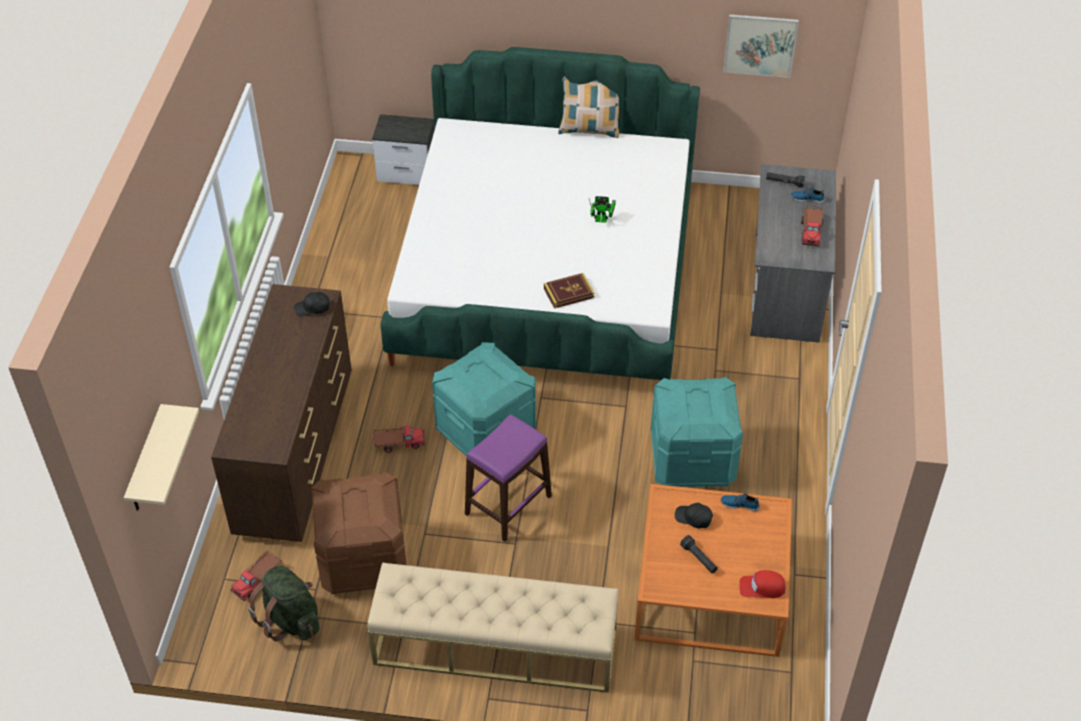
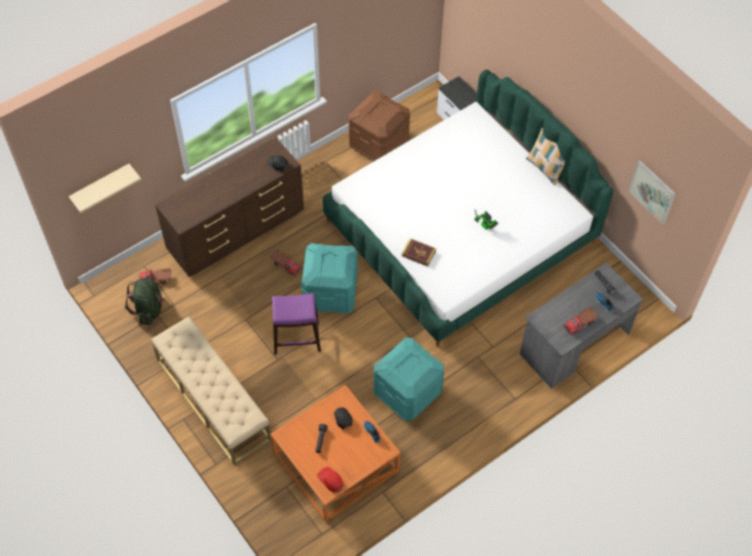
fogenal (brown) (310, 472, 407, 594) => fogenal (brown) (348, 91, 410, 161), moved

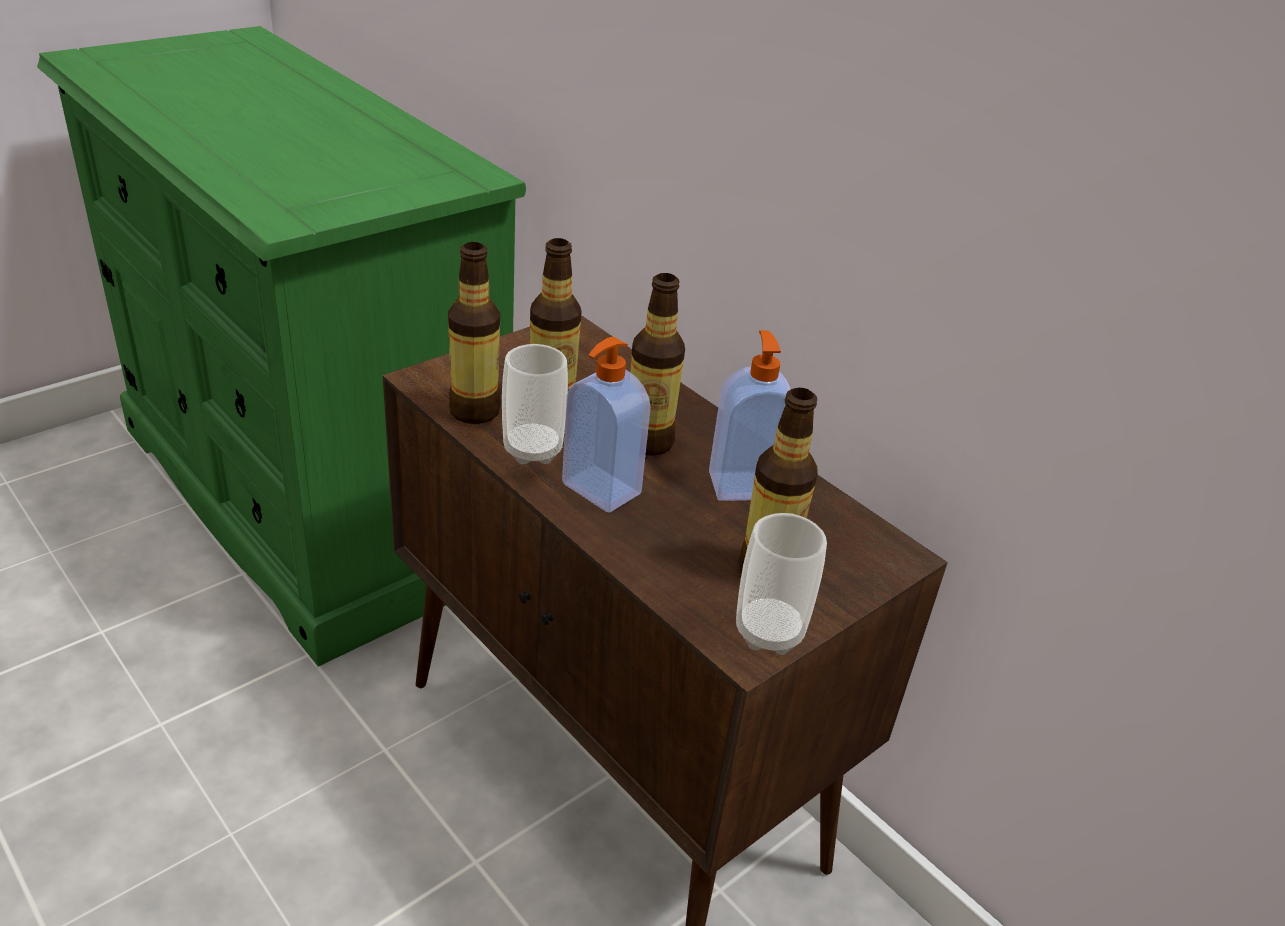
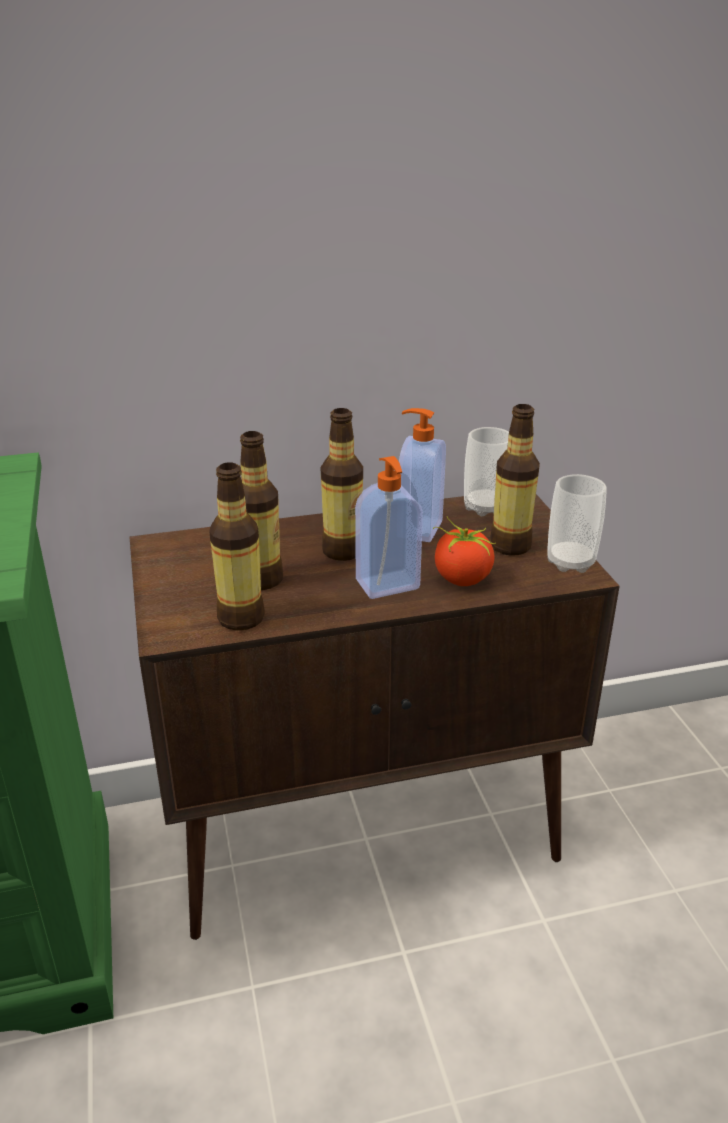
nothing => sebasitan (433, 516, 496, 586)
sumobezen (502, 344, 568, 464) => sumobezen (464, 427, 509, 516), moved

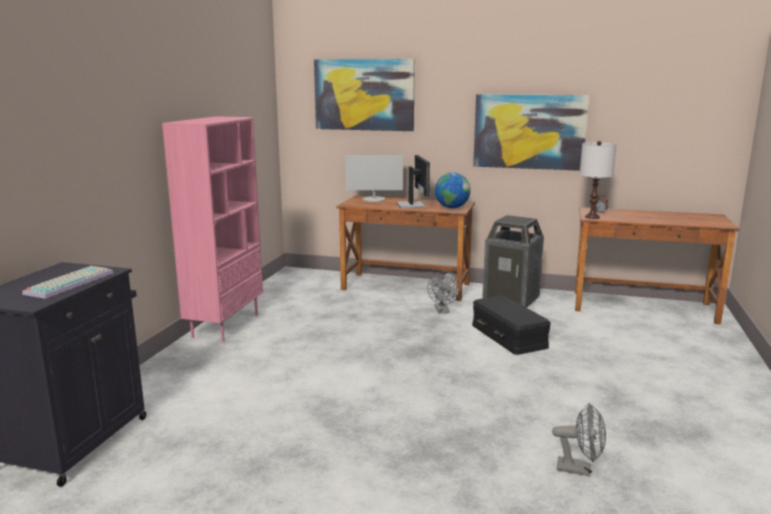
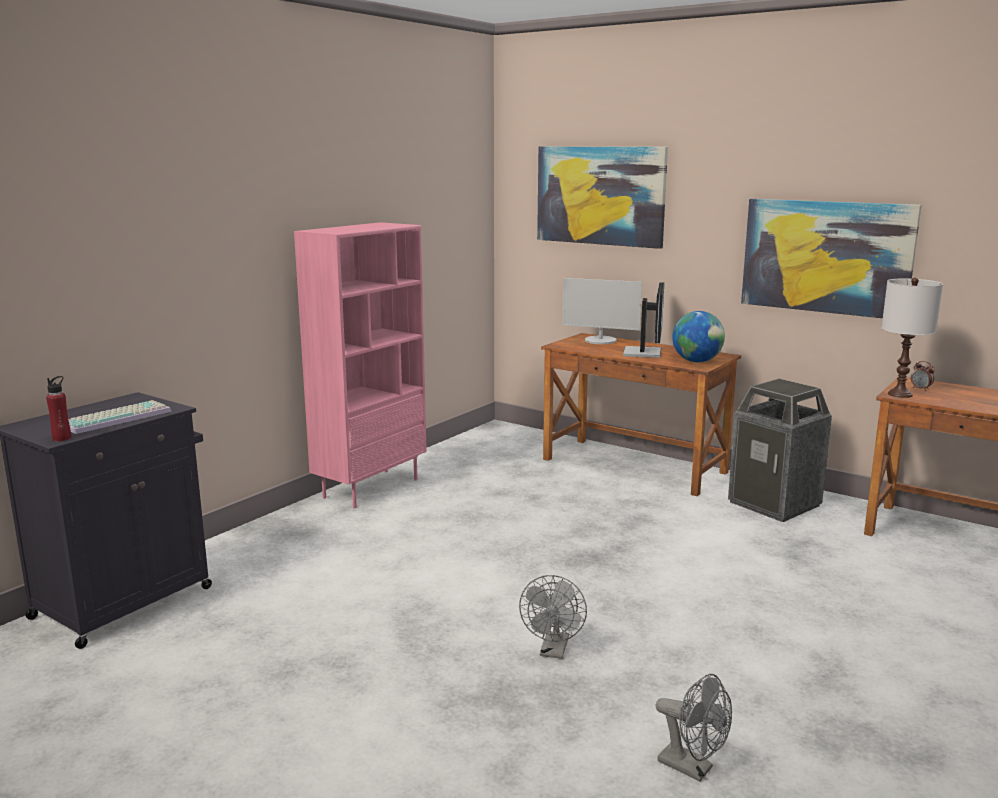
nothing => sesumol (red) (46, 376, 71, 442)
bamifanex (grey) (427, 271, 461, 313) => bamifanex (grey) (519, 575, 587, 659), moved
fogenal (black) (472, 296, 551, 355) => nothing

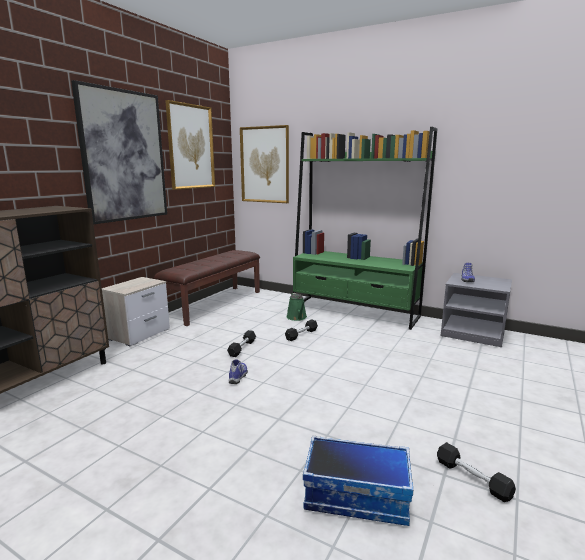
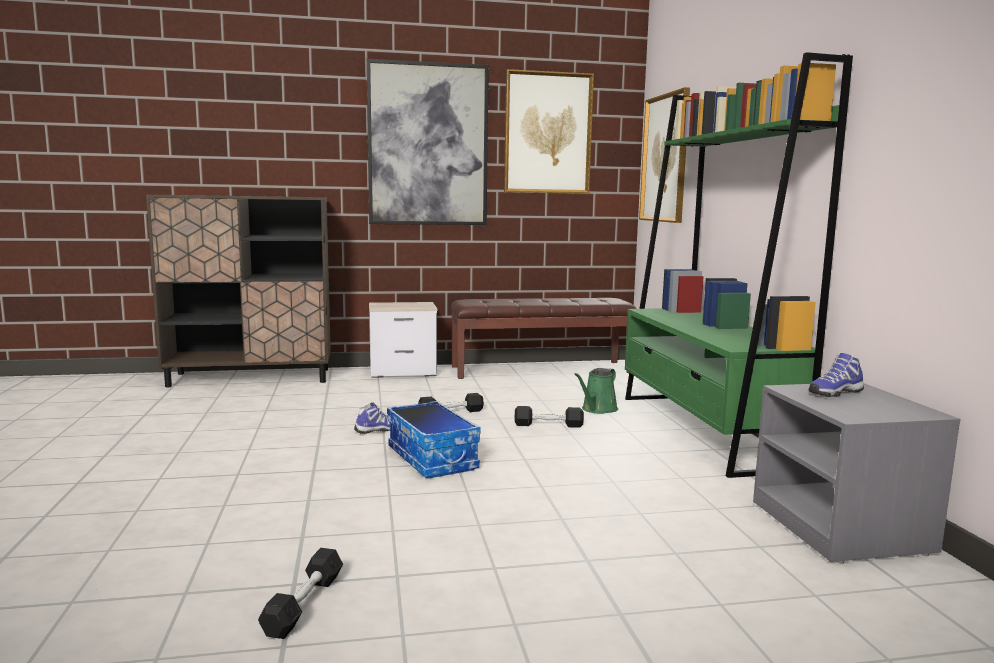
fogenal (303, 435, 413, 526) => fogenal (387, 401, 481, 479), moved

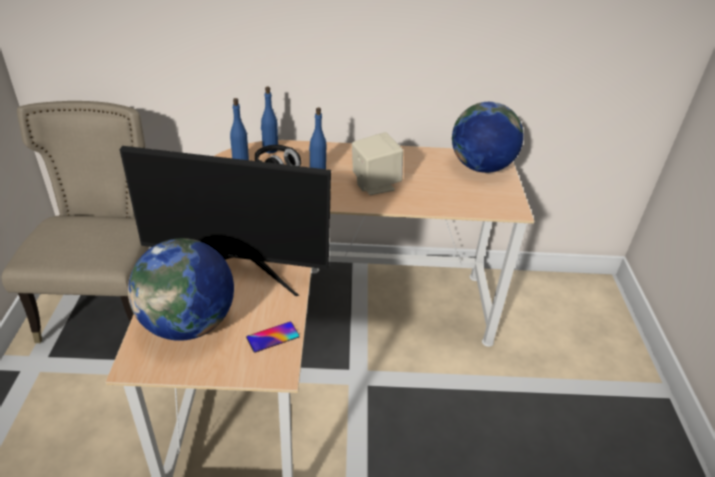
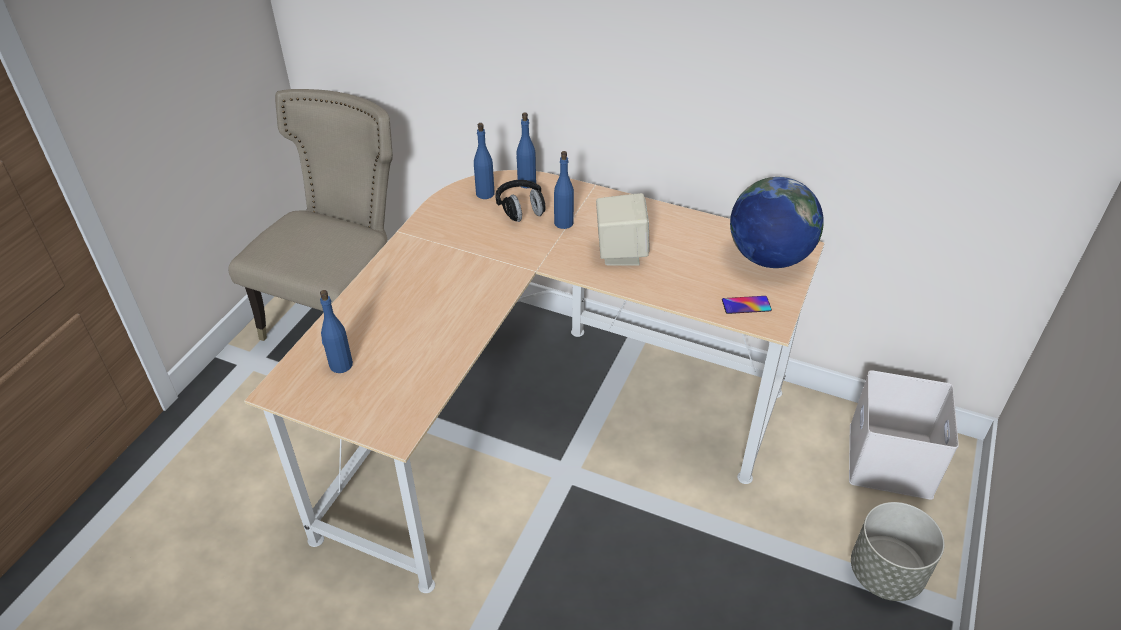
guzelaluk (128, 238, 234, 341) => sesumol (blue) (320, 290, 353, 373)
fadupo (246, 322, 299, 353) => fadupo (722, 296, 772, 314), moved
nothing => fogenal (white) (849, 370, 959, 500)
nothing => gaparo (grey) (851, 502, 945, 601)
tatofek (120, 146, 331, 296) => nothing

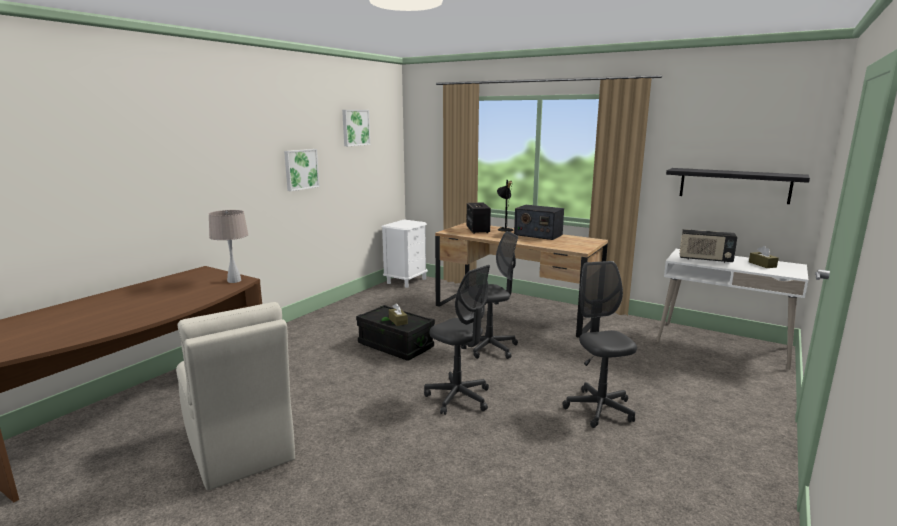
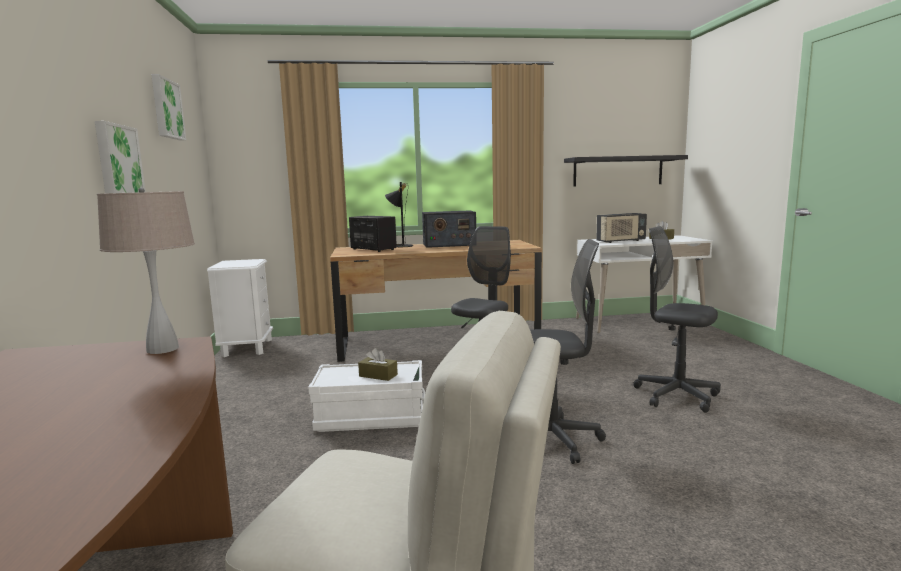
fogenal (black) (356, 305, 435, 360) => fogenal (white) (308, 360, 425, 432)

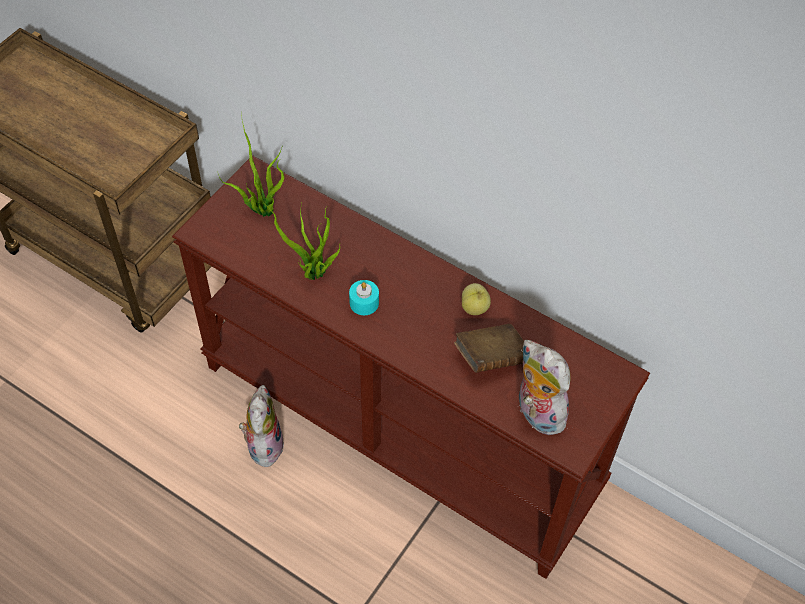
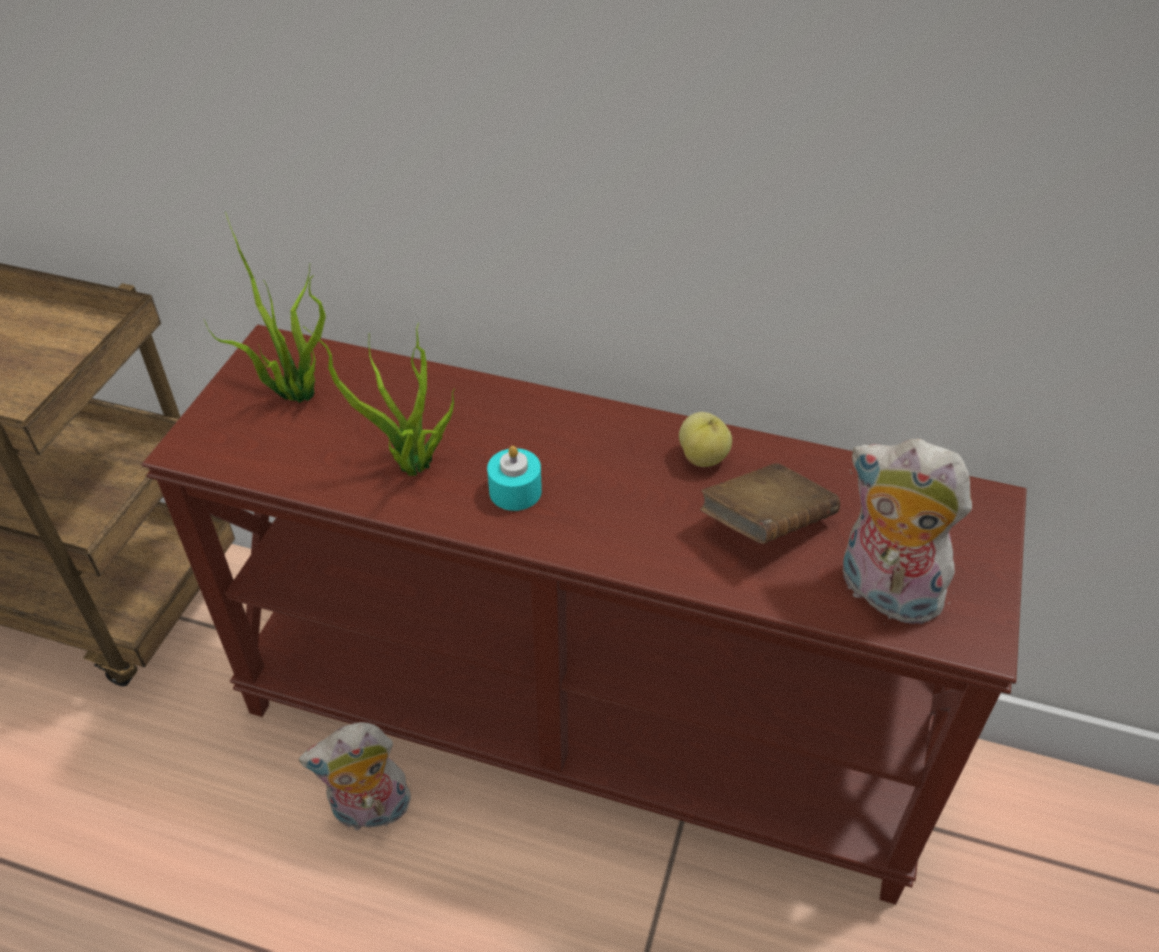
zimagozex (239, 385, 284, 467) => zimagozex (299, 722, 413, 832), 90 degrees counterclockwise

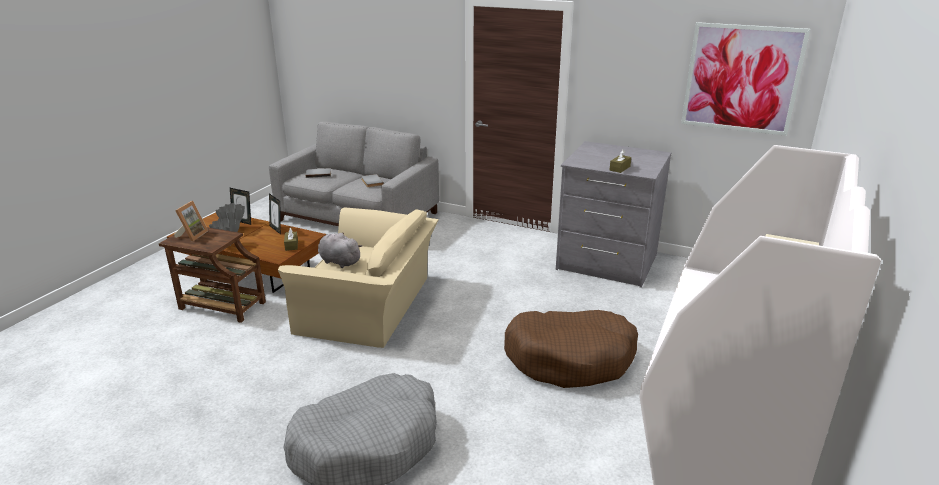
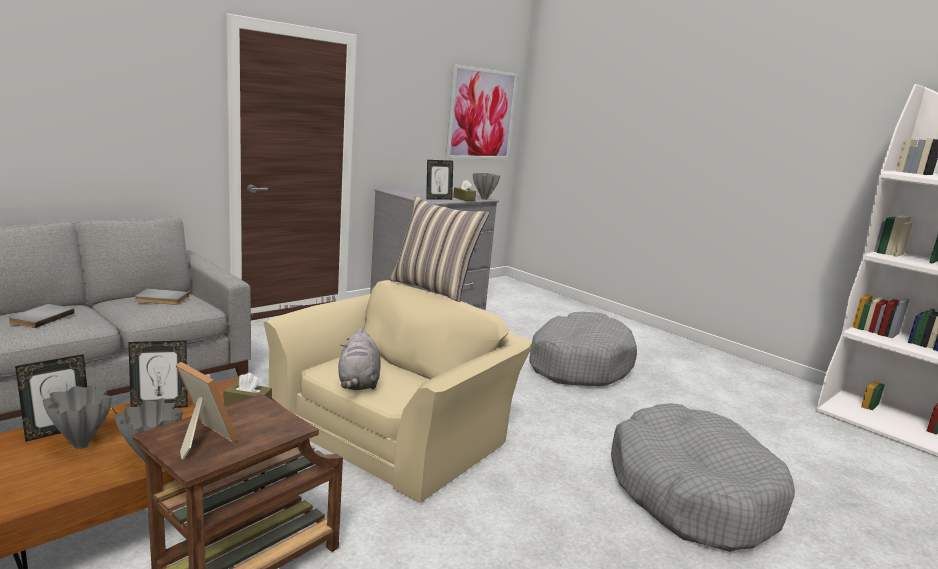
zimagozex (grey) (318, 233, 362, 268) => zimagozex (grey) (338, 328, 381, 390), 60 degrees counterclockwise
nothing => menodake (389, 196, 489, 302)
nothing => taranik (426, 160, 453, 200)
nothing => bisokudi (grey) (473, 173, 500, 200)
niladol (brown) (504, 310, 638, 388) => niladol (grey) (529, 312, 637, 386)

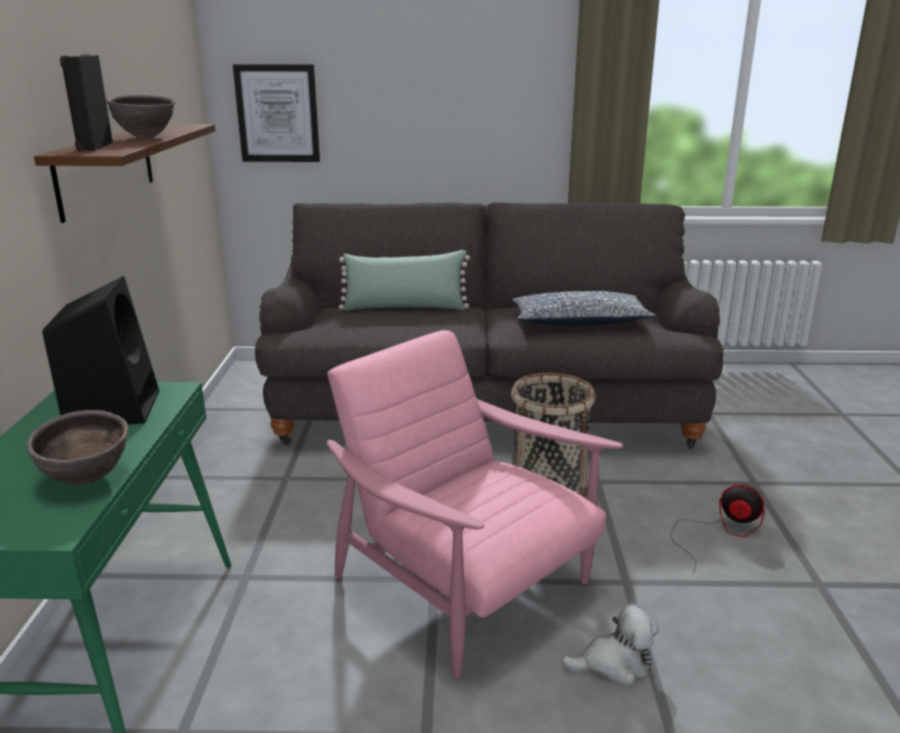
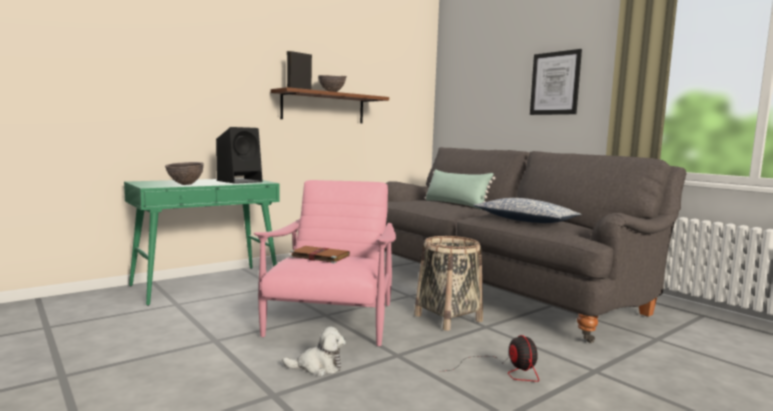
zimagozex (561, 604, 659, 686) => zimagozex (283, 327, 346, 376), 45 degrees counterclockwise
nothing => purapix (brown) (289, 246, 350, 263)
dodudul (233, 64, 320, 162) => dodudul (530, 49, 582, 115), moved

